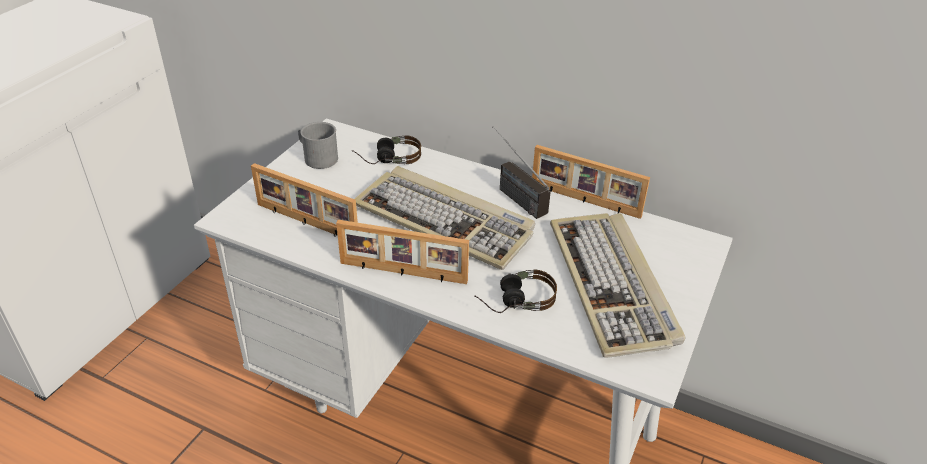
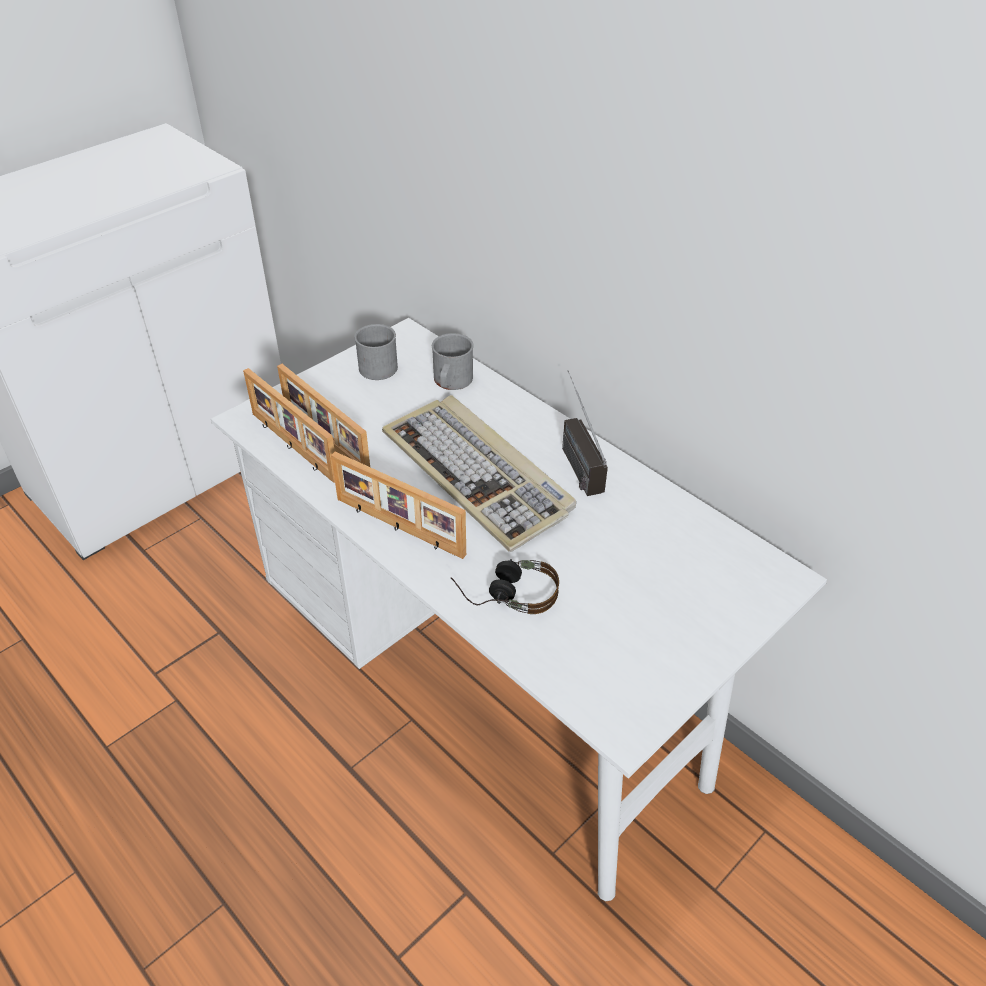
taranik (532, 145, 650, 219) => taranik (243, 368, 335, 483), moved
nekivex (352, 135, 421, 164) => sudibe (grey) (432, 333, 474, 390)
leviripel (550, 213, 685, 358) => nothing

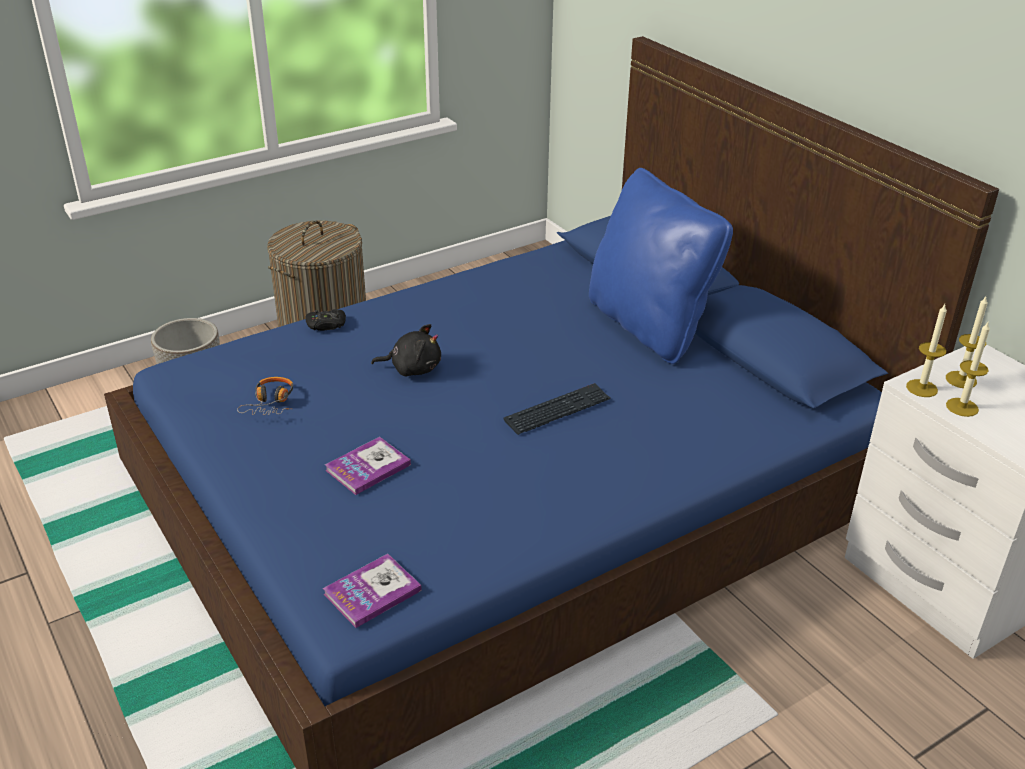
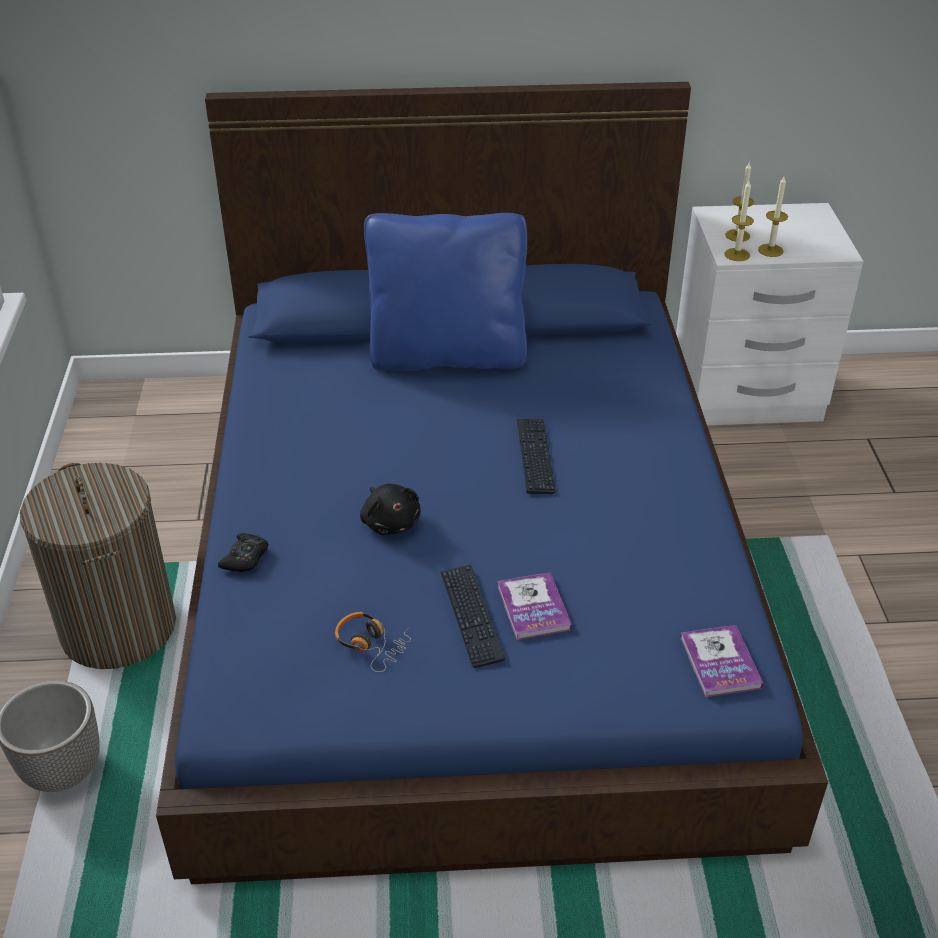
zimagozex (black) (371, 324, 441, 376) => zimagozex (black) (360, 484, 421, 535), 120 degrees clockwise
nothing => leviripel (440, 564, 505, 668)

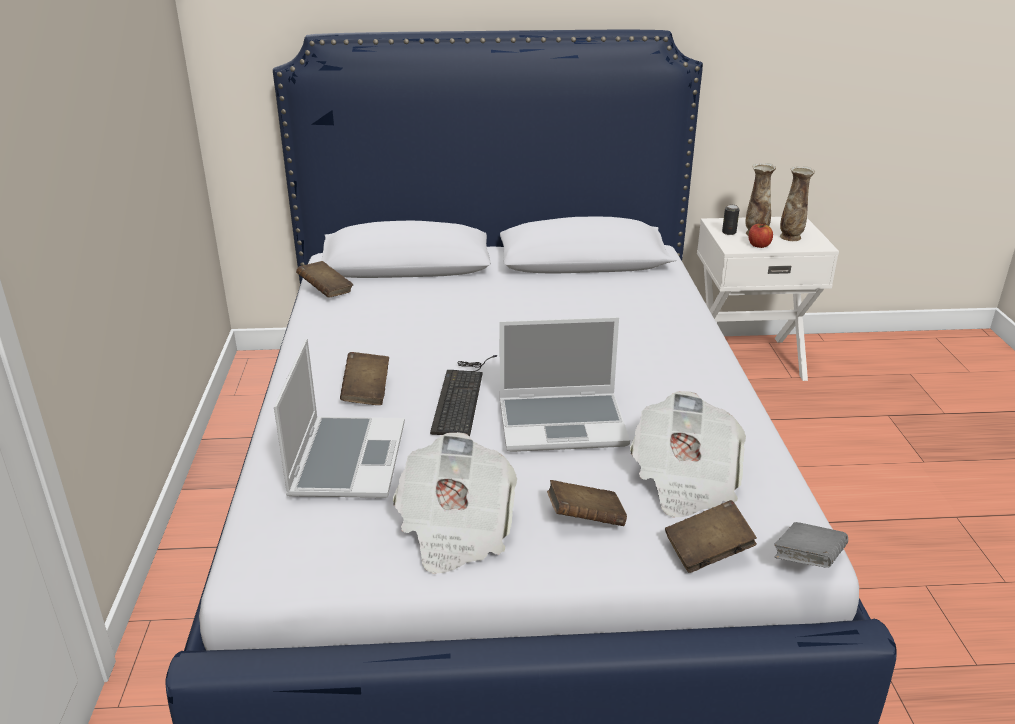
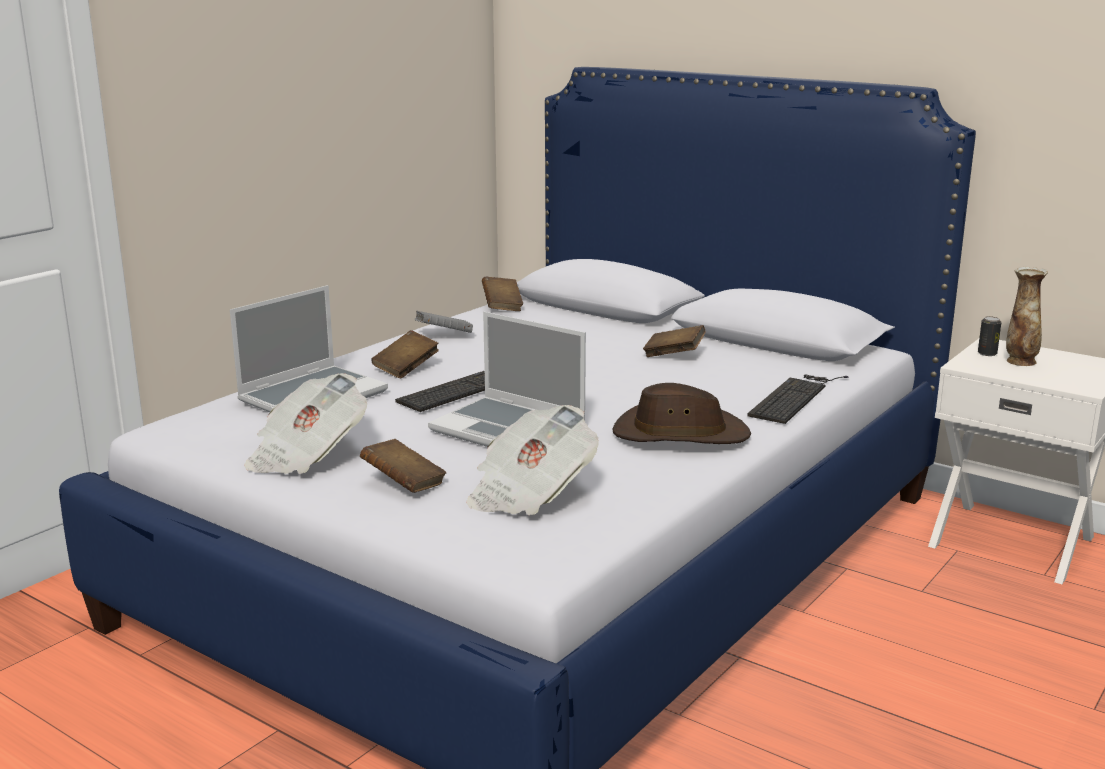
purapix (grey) (774, 522, 848, 568) => purapix (grey) (414, 310, 473, 333), moved
nothing => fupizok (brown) (612, 383, 751, 444)
purapix (brown) (665, 500, 757, 573) => purapix (brown) (643, 325, 706, 357), moved
nothing => leviripel (747, 374, 849, 424)
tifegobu (749, 223, 773, 248) => nothing
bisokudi (780, 166, 815, 241) => nothing

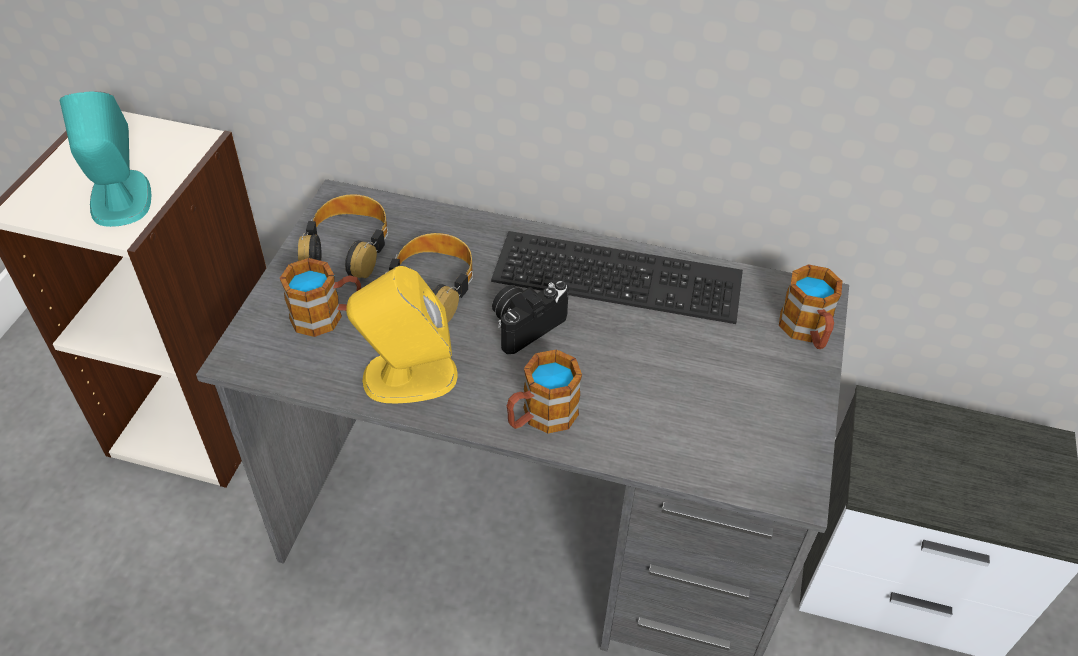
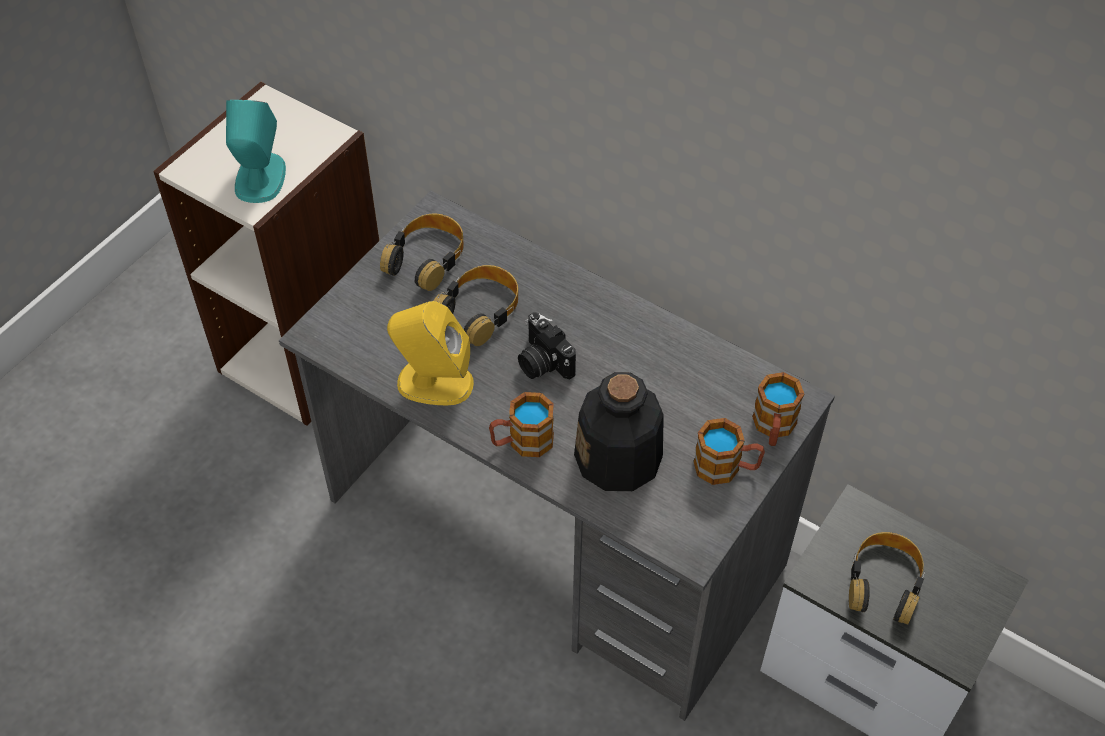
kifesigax (492, 281, 569, 354) => kifesigax (518, 312, 576, 379), 105 degrees counterclockwise
nothing => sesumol (574, 372, 664, 491)
sudibe (280, 258, 361, 337) => sudibe (693, 418, 765, 485), moved
nothing => nekivex (849, 532, 925, 625)
leviripel (491, 231, 743, 324) => nothing

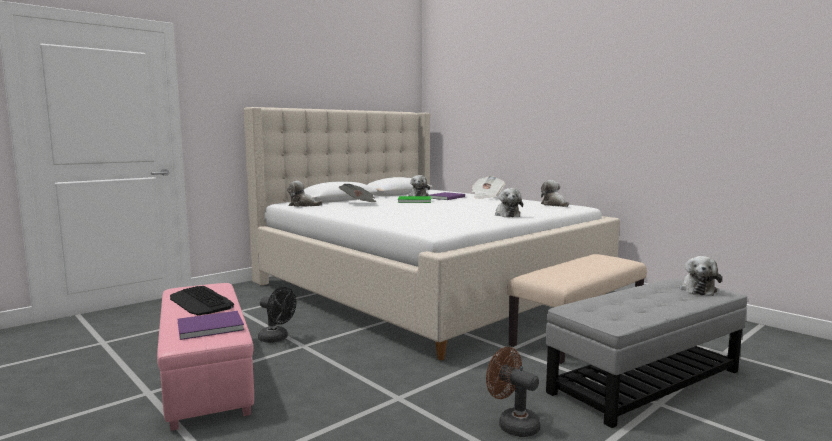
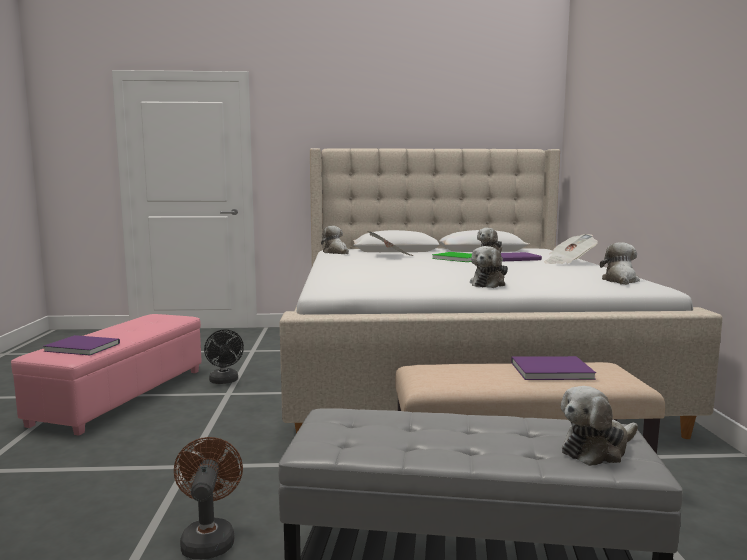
nothing => purapix (purple) (511, 356, 596, 380)
leviripel (170, 286, 234, 315) => nothing

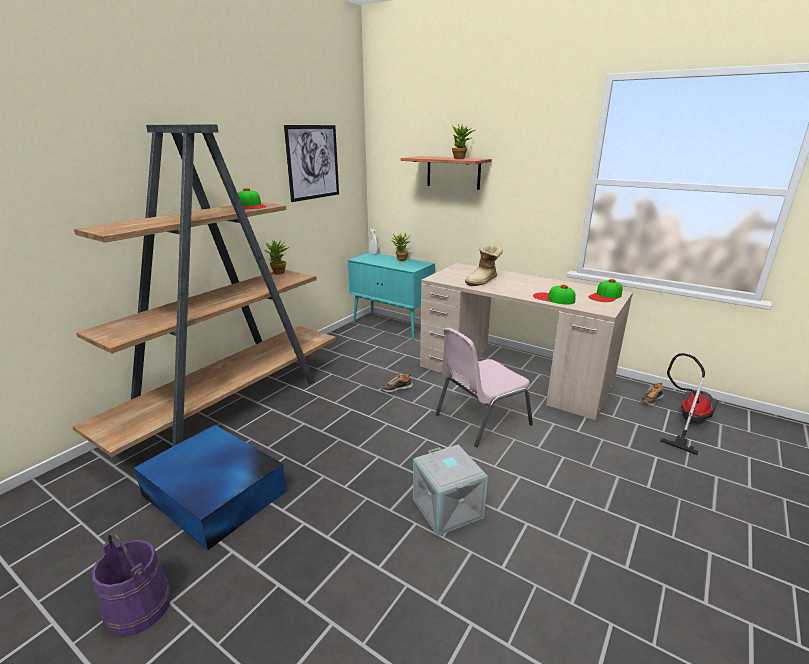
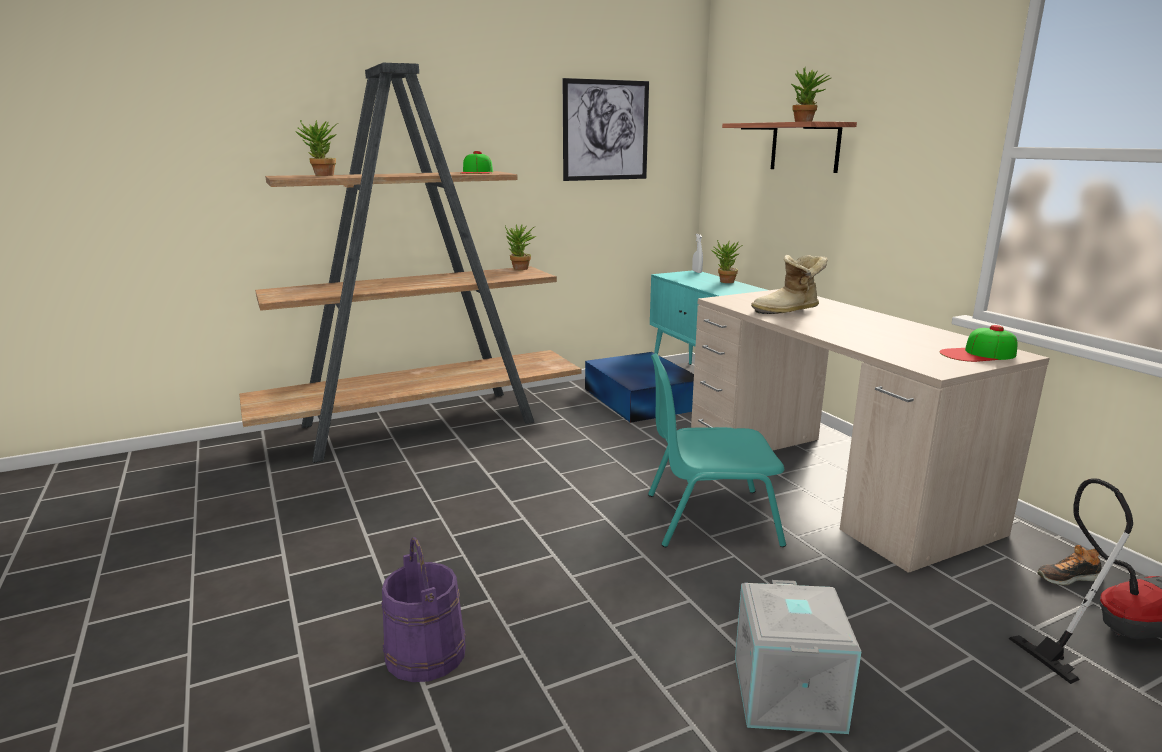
nothing => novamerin (295, 120, 338, 176)
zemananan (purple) (92, 532, 172, 637) => zemananan (purple) (382, 537, 466, 682), moved
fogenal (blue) (134, 425, 287, 550) => fogenal (blue) (585, 352, 694, 423), moved
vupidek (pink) (436, 328, 533, 447) => vupidek (turquoise) (648, 353, 786, 547)
fogenal (grey) (413, 444, 488, 536) => fogenal (grey) (735, 580, 862, 734), moved
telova (381, 373, 413, 392) => nothing
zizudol (533, 285, 576, 304) => nothing

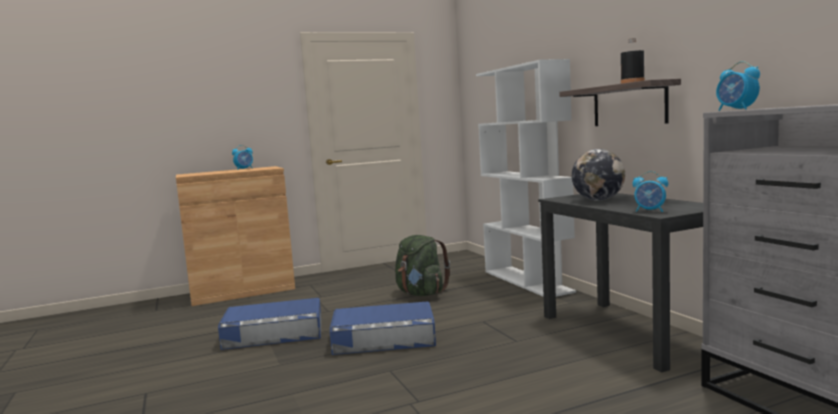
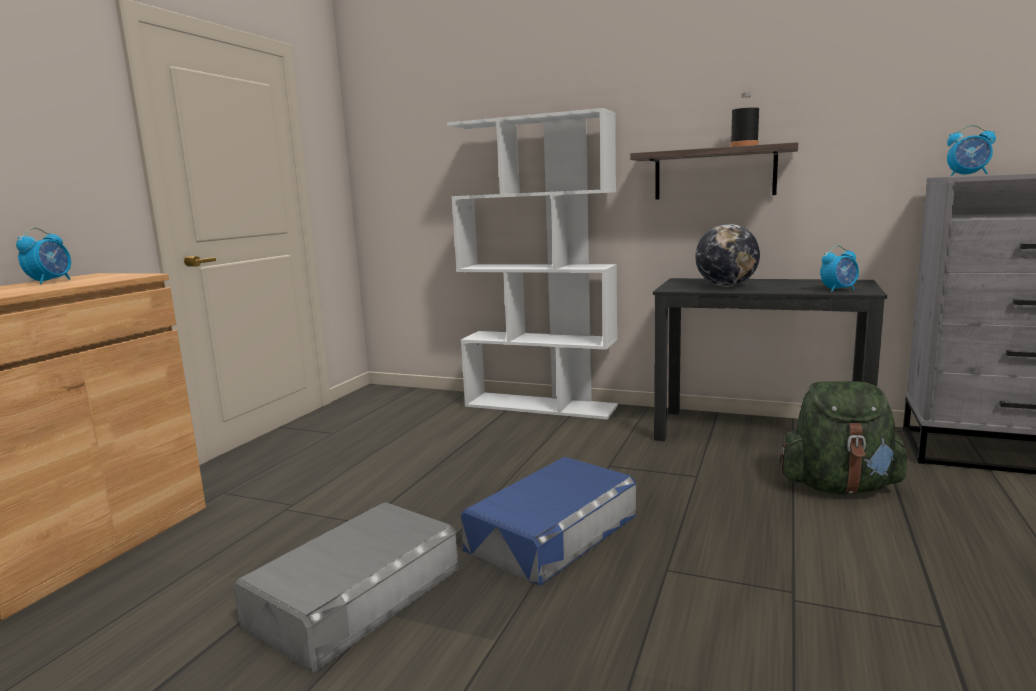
fogenal (blue) (218, 298, 322, 350) => fogenal (grey) (234, 502, 459, 673)
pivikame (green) (395, 235, 450, 296) => pivikame (green) (780, 381, 908, 494), moved

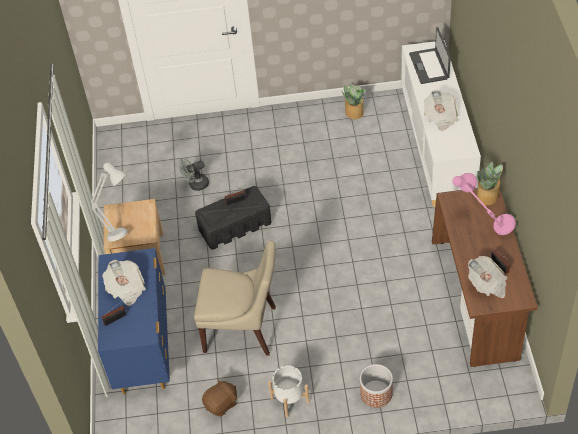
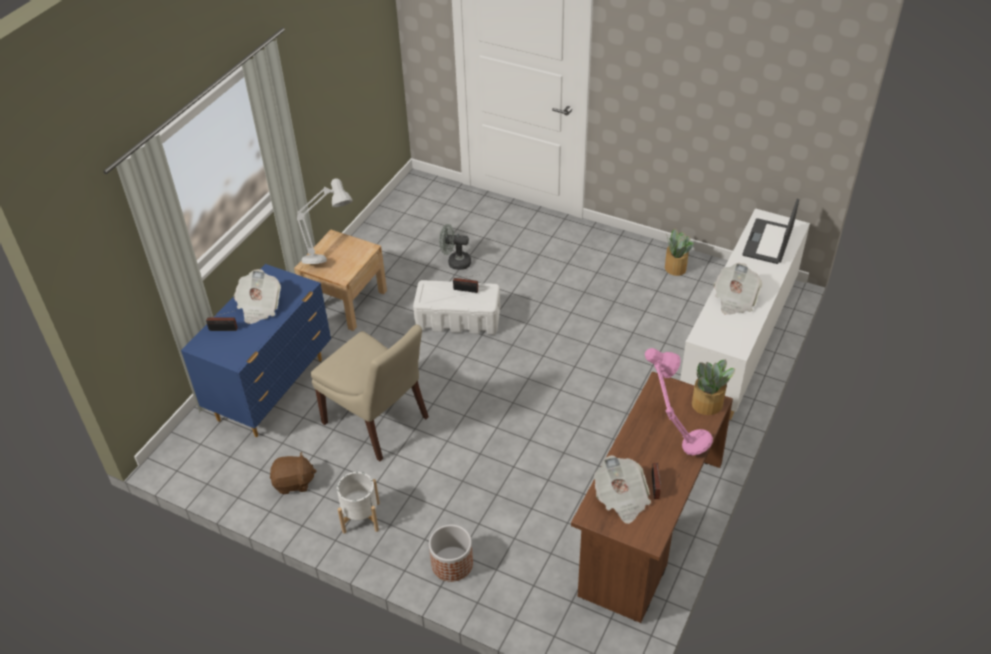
fogenal (black) (195, 186, 271, 250) => fogenal (white) (413, 280, 500, 335)

